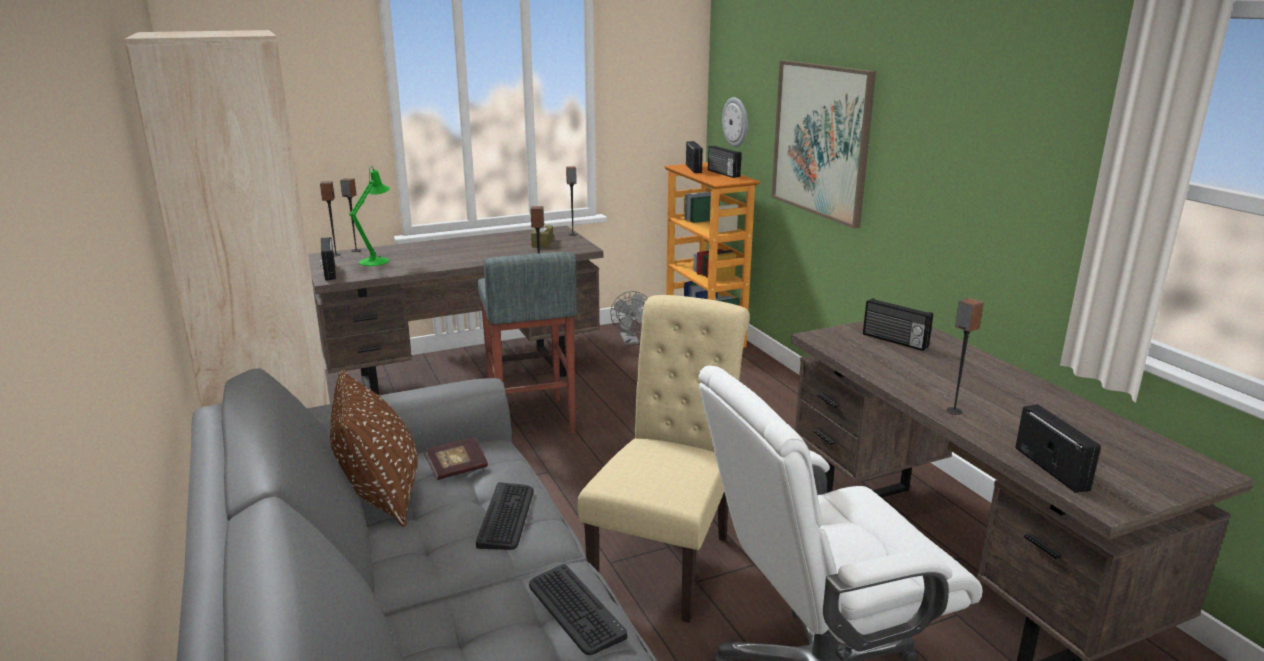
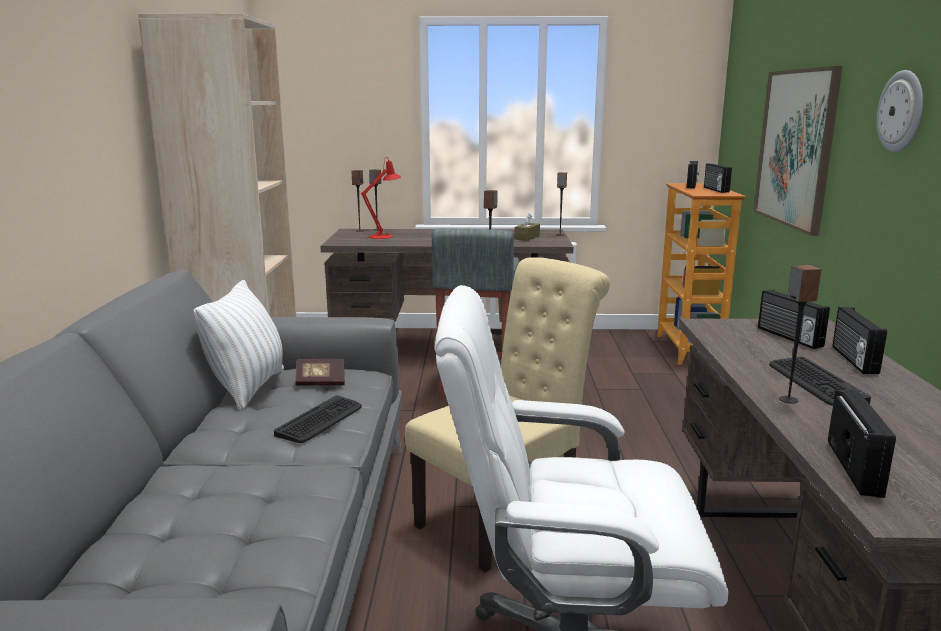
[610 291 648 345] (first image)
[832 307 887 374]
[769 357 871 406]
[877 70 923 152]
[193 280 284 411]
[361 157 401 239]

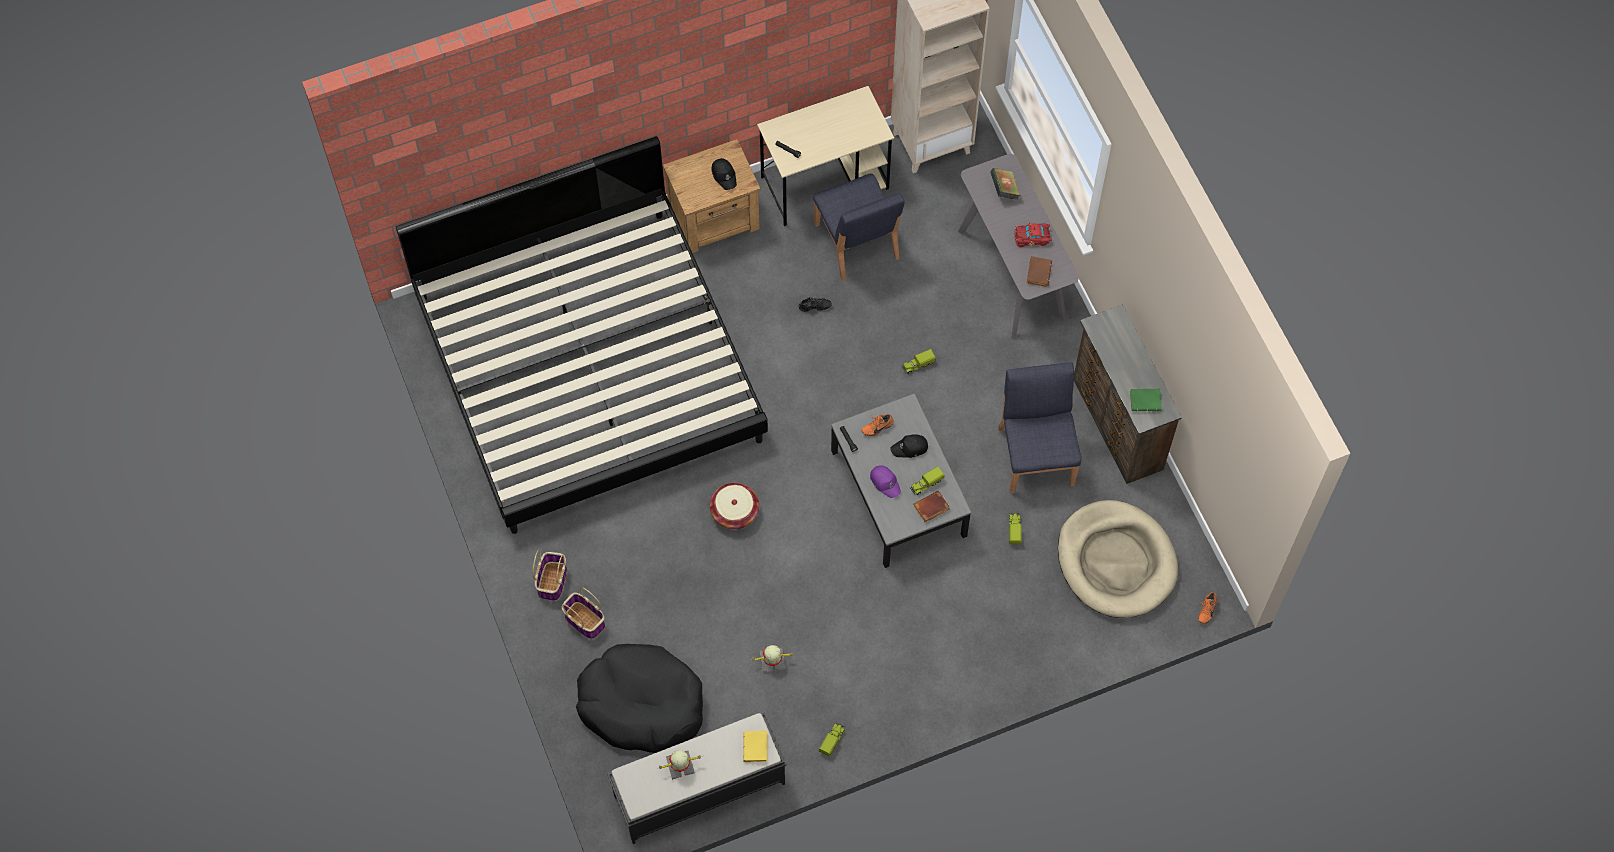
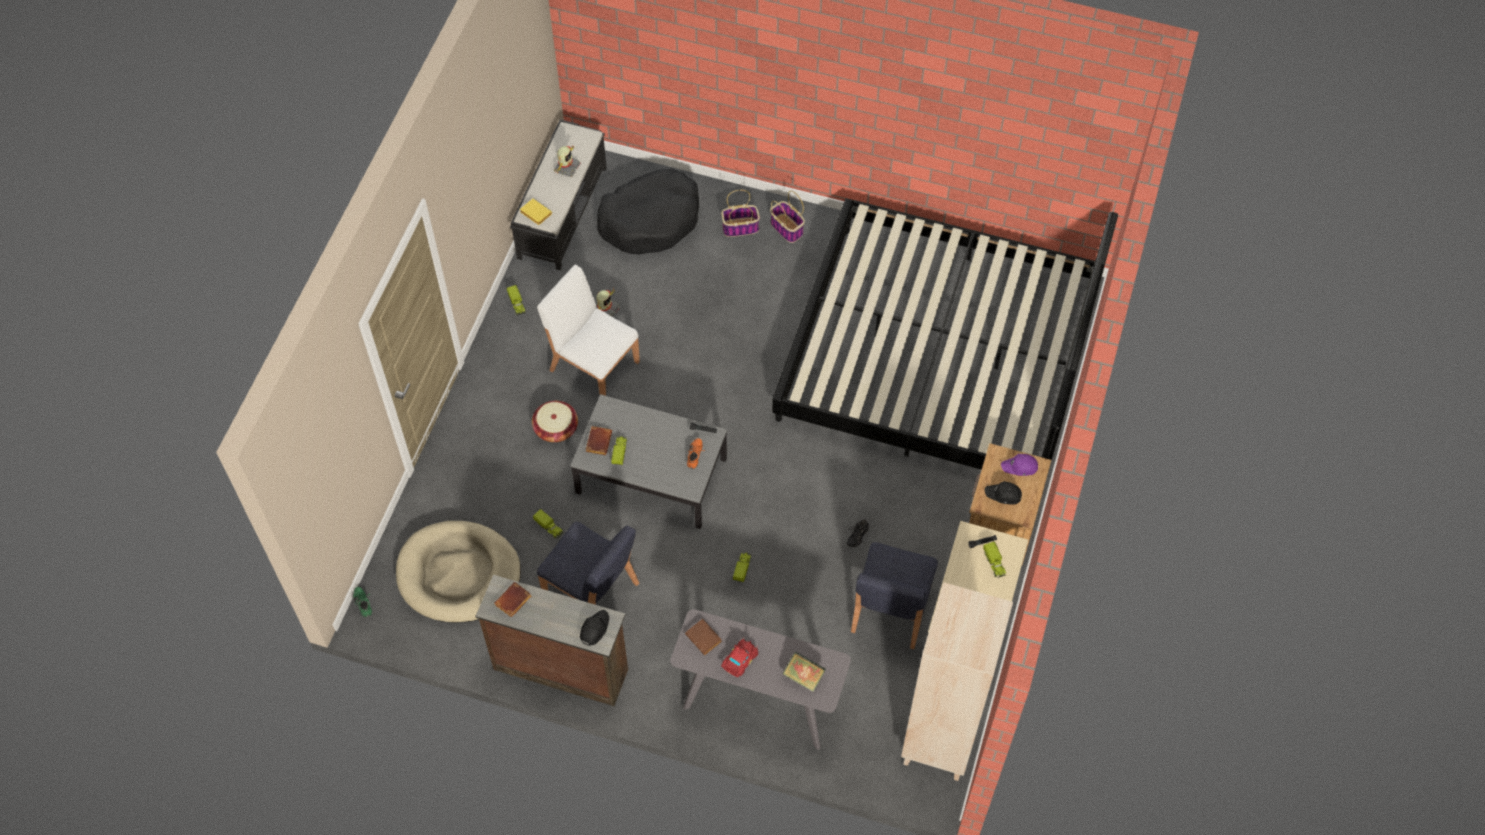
[537 265 640 396]
[983 542 1006 578]
[532 401 578 442]
[1001 454 1038 476]
[580 610 609 646]
[494 582 531 618]
[353 587 372 617]
[851 542 938 649]

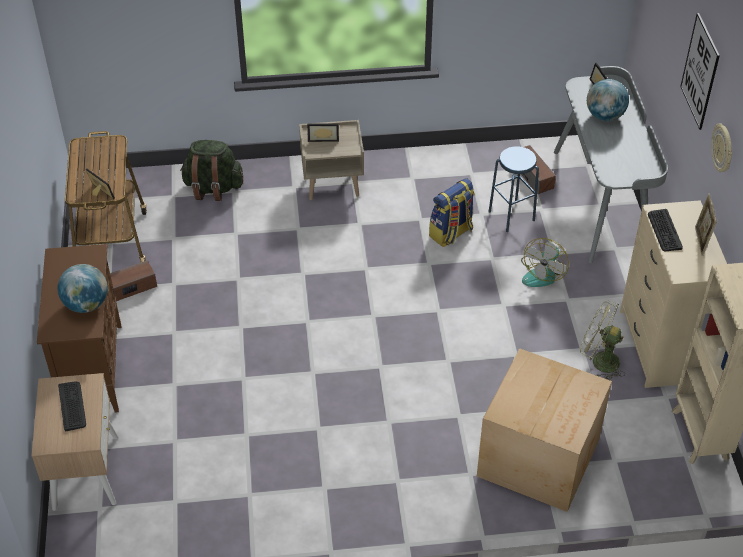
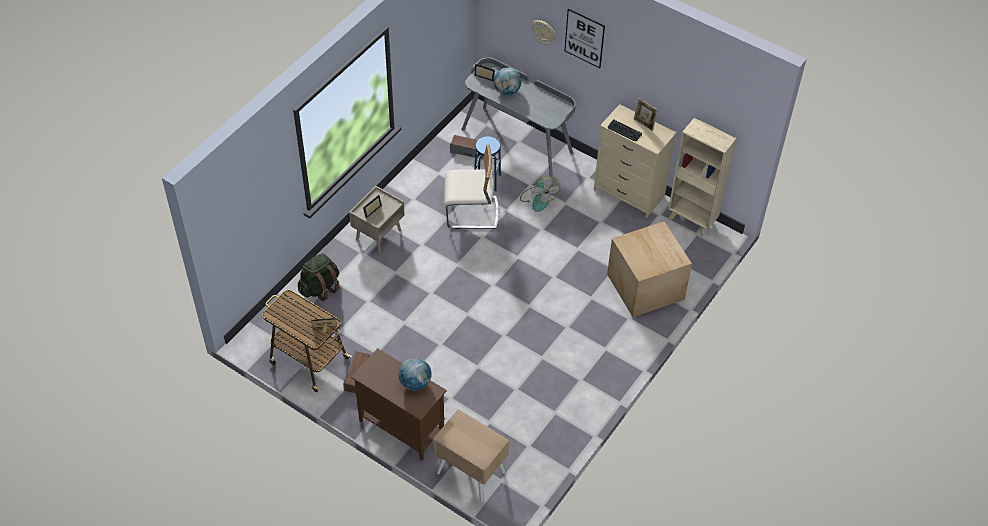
[58 382 86 431] (first image)
[580 300 625 380] (first image)
[531 20 556 45]
[444 144 499 229]

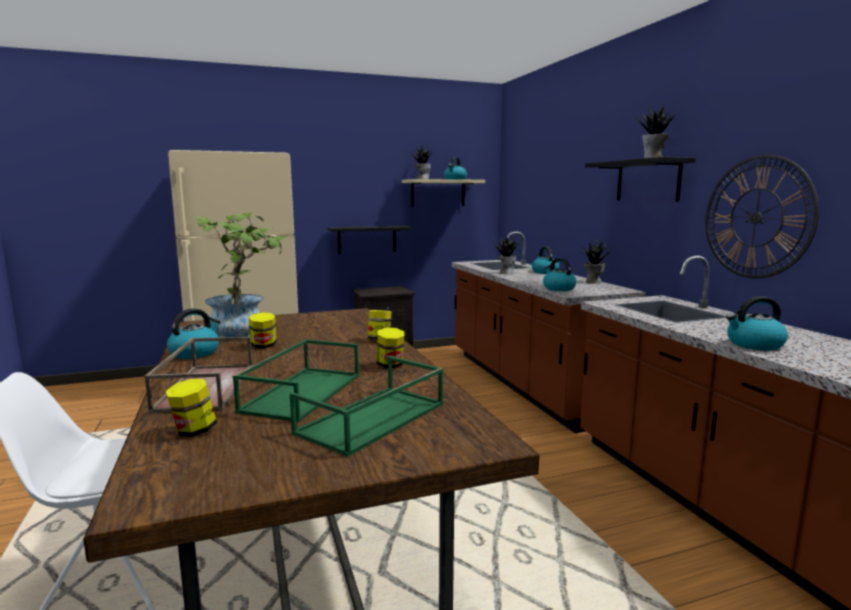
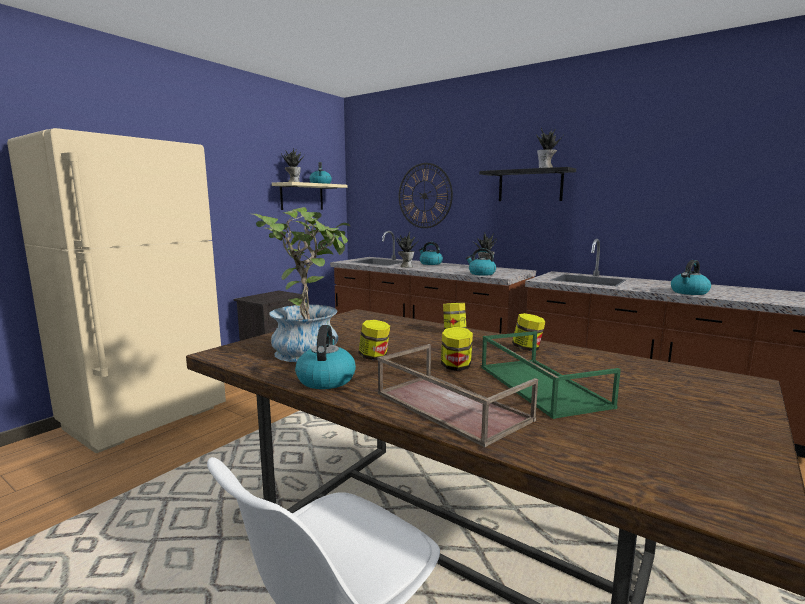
[290 356 443 457] (first image)
[327 226 412 254] (first image)
[441 327 473 371]
[399 163 453 228]

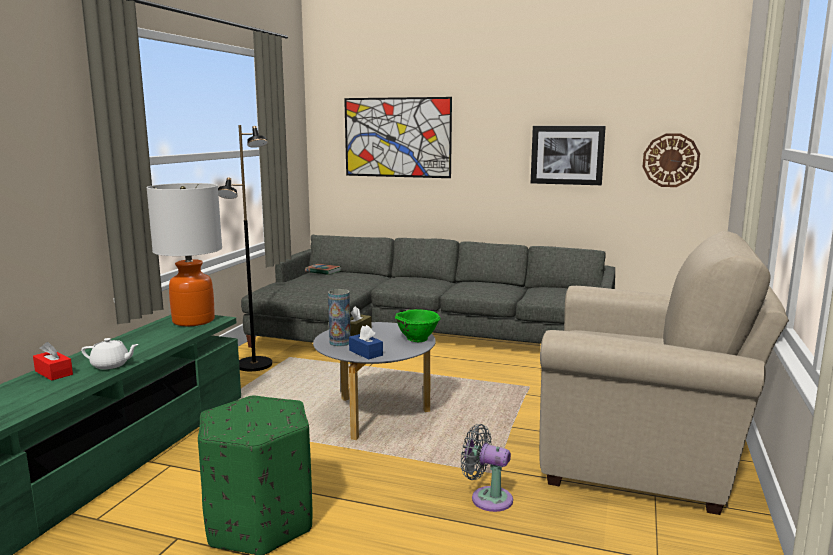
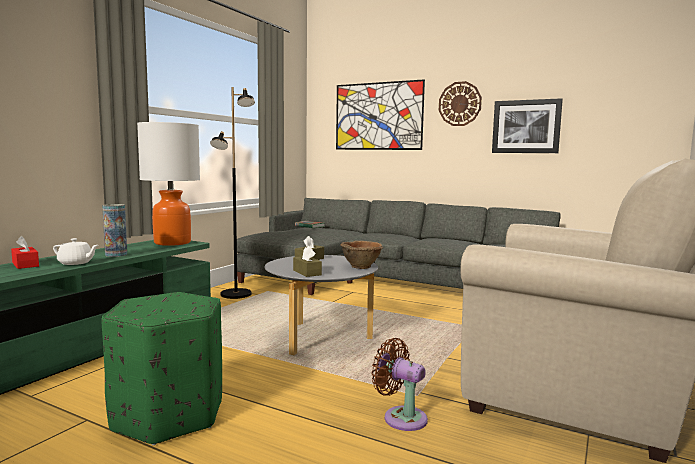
[102 204 127 257]
[439 81 482 126]
[293 246 322 277]
[340 241 383 269]
[371 338 428 431]

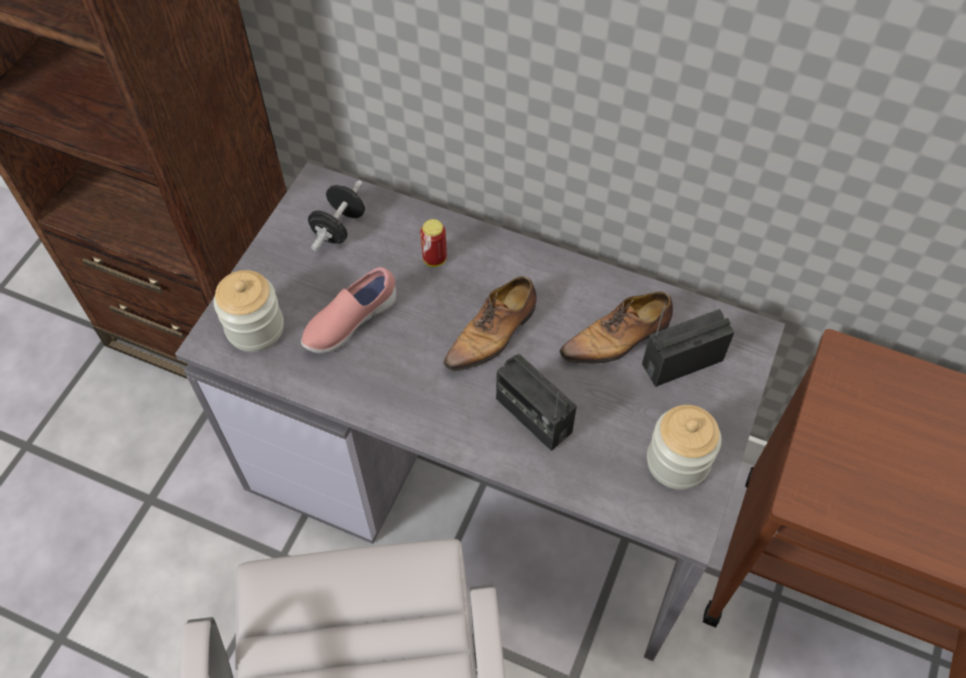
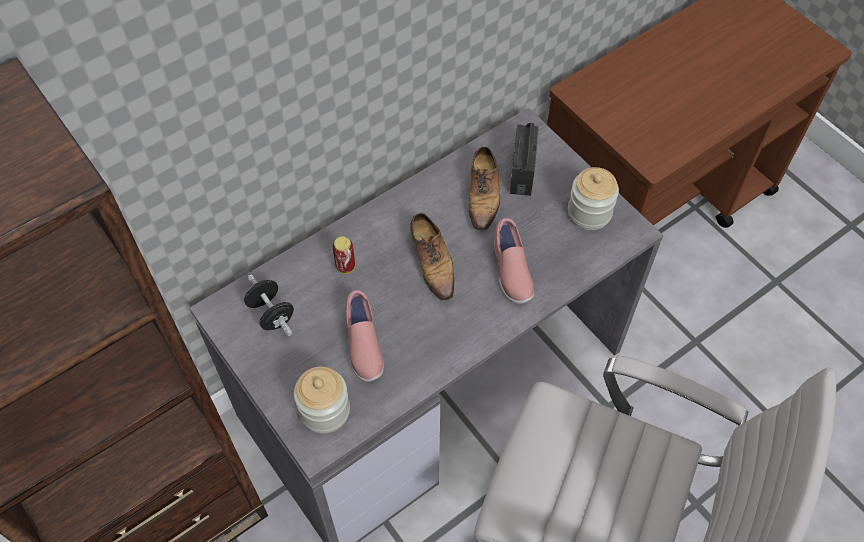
[494 218 534 304]

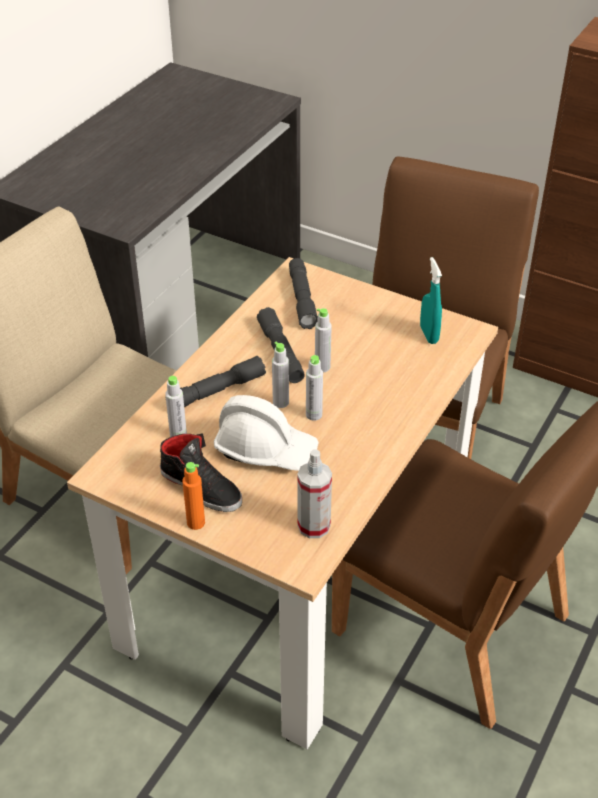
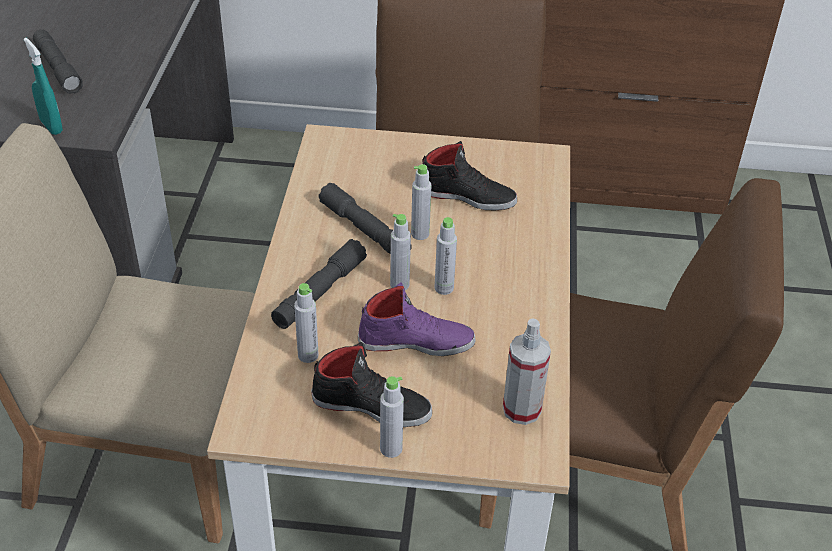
[423 141 517 210]
[33 29 83 94]
[24 38 63 135]
[358 282 476 356]
[380 376 404 458]

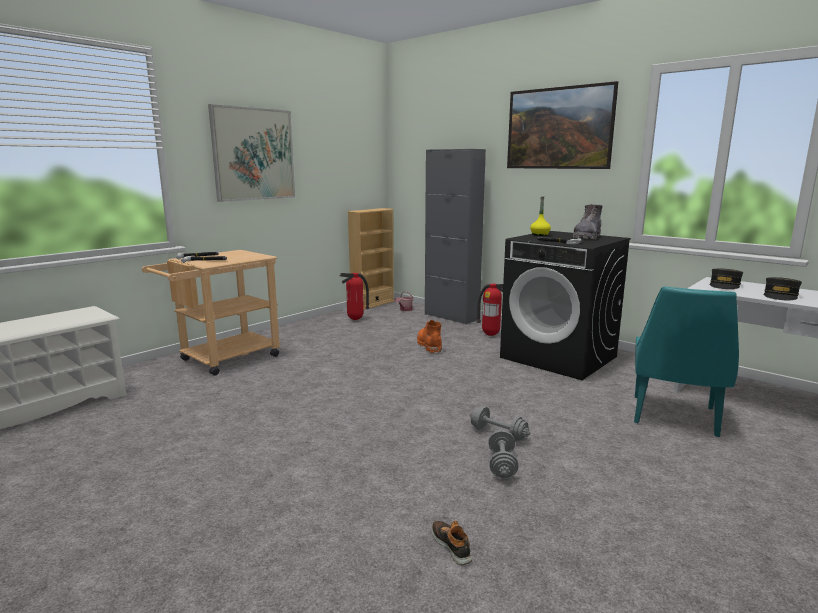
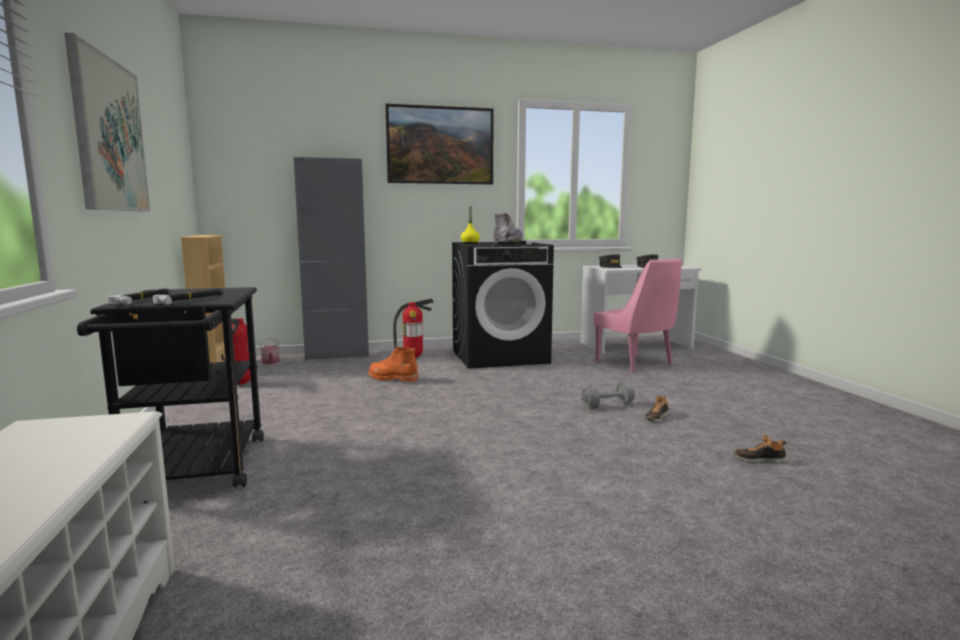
[645 396 670 422]
[77 287 264 488]
[594 258 682 373]

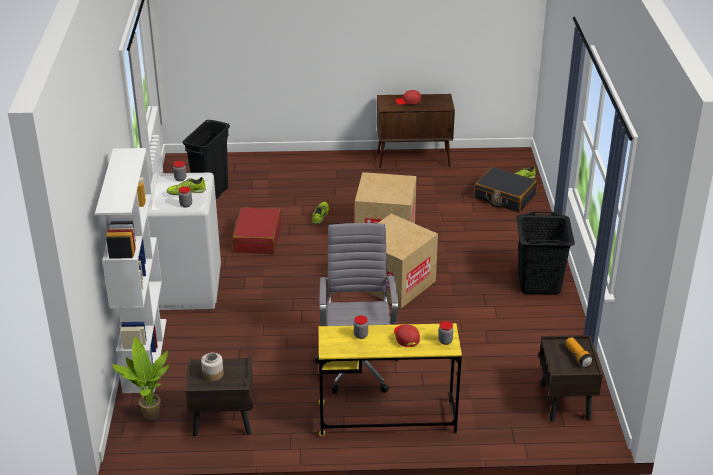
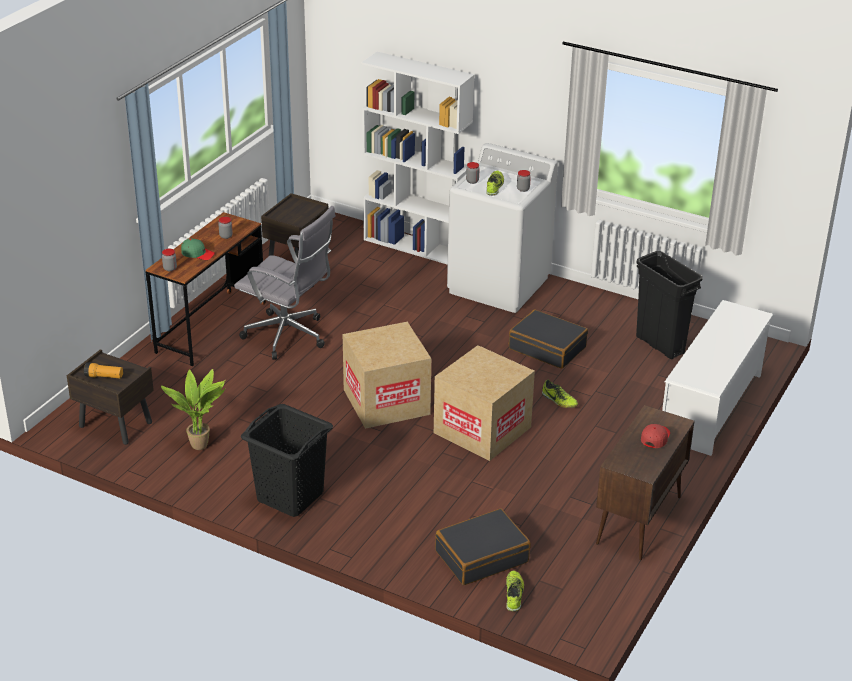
[201 353 224 381] (first image)
[662 300 774 456]
[161 369 225 450]
[509 309 588 369]
[145 212 266 366]
[181 239 215 260]

